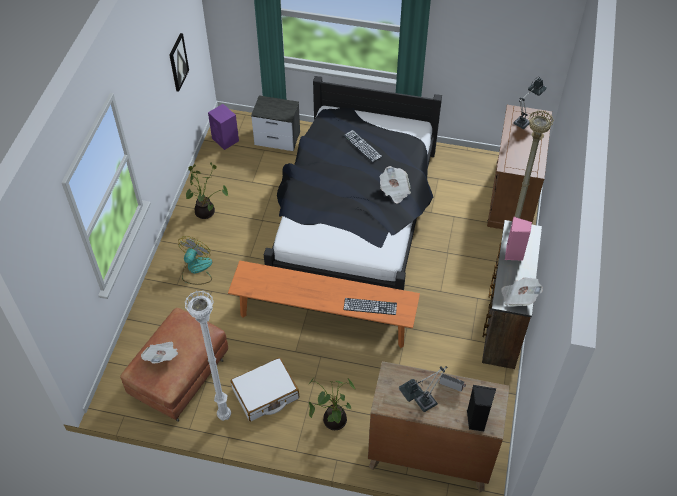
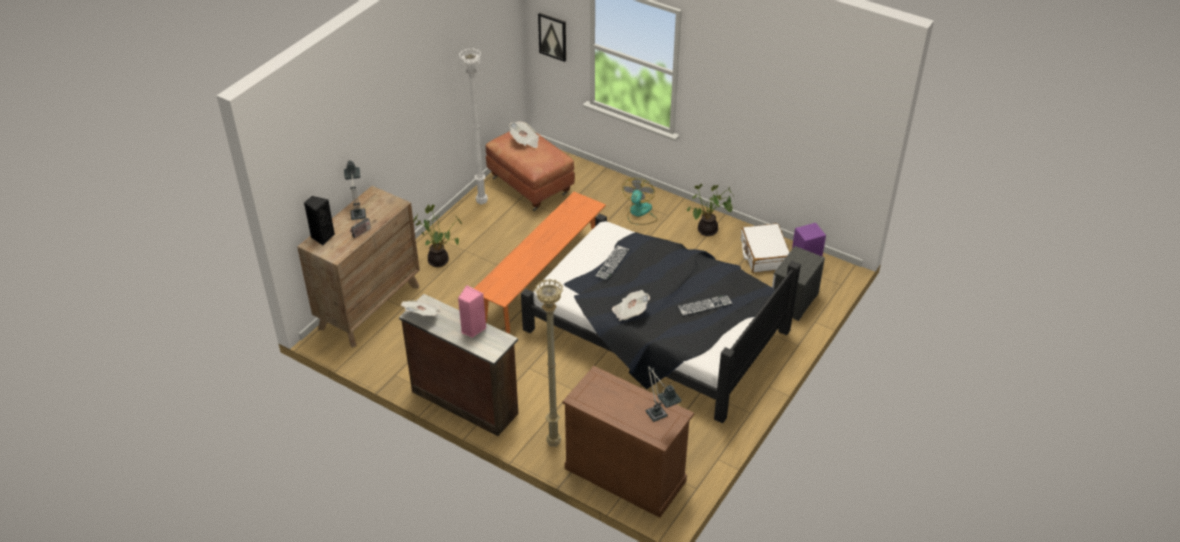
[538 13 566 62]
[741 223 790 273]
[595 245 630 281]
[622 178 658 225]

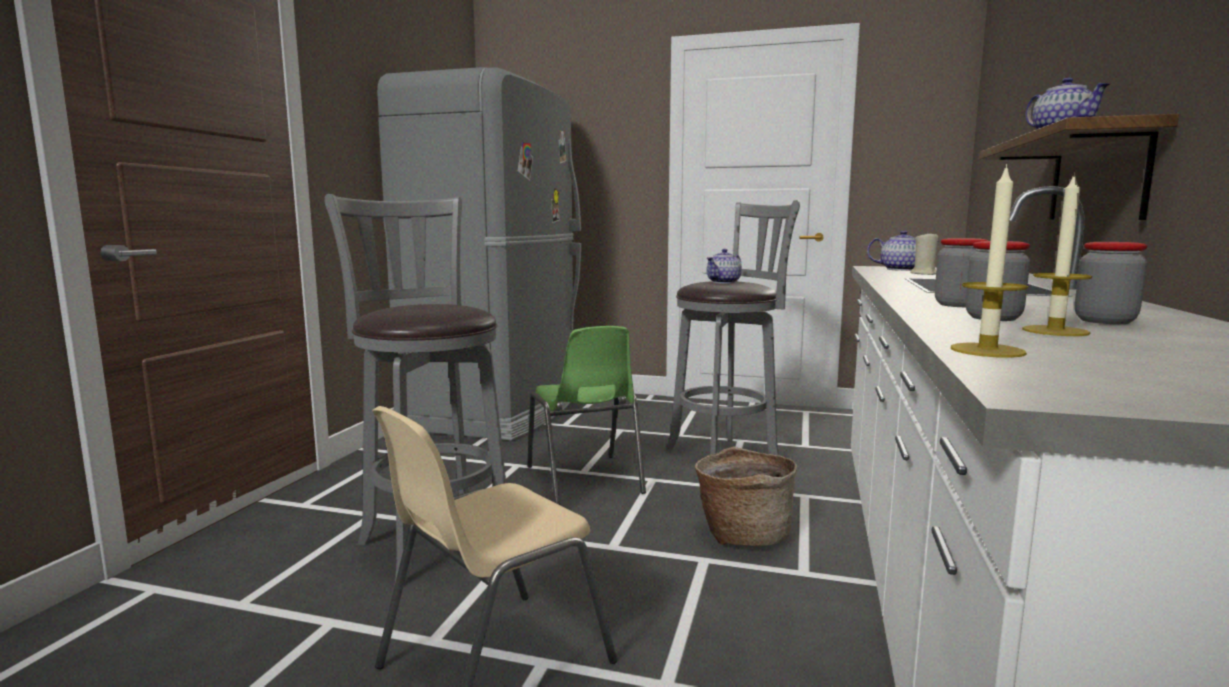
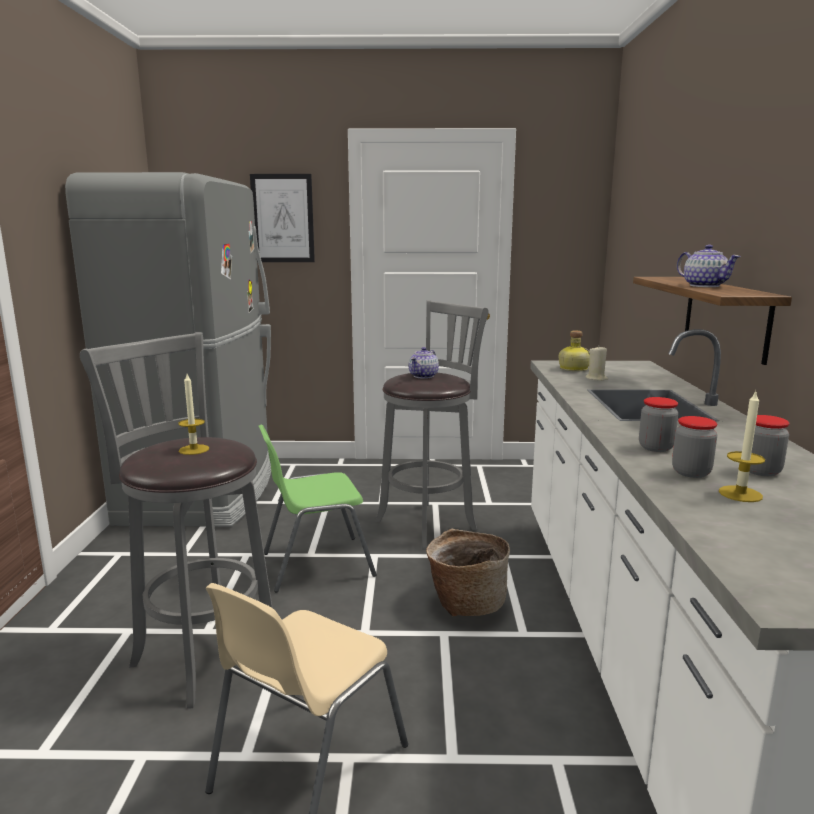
[250 174 315 262]
[178 374 209 455]
[559 331 590 371]
[258 425 377 593]

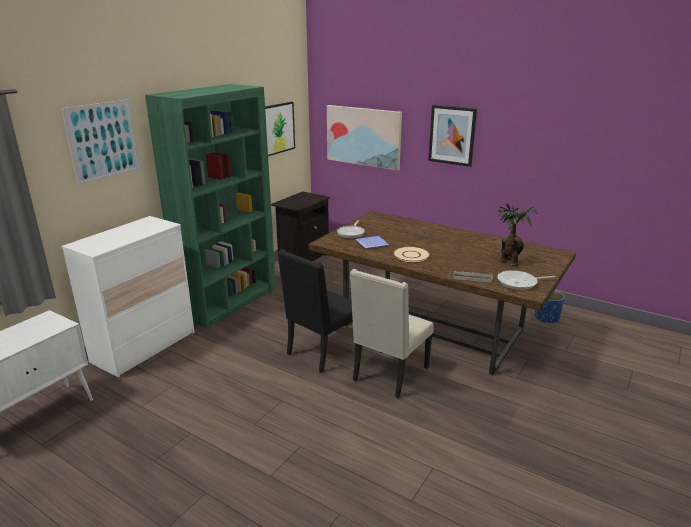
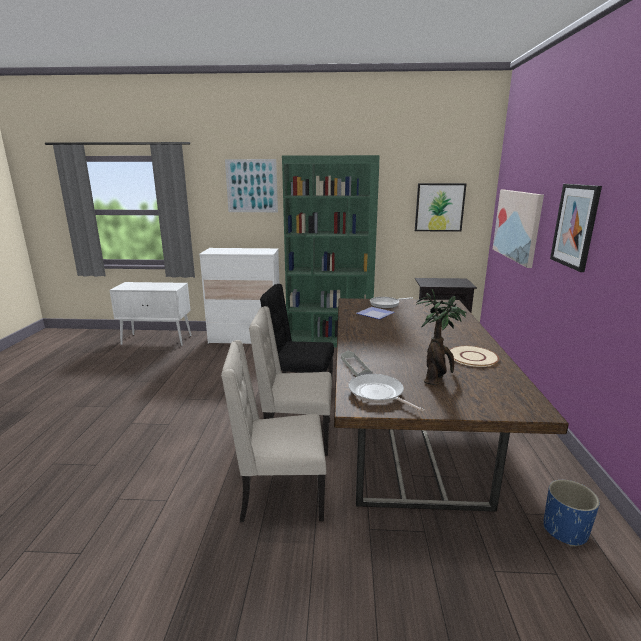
[221 340 326 522]
[449 346 499 367]

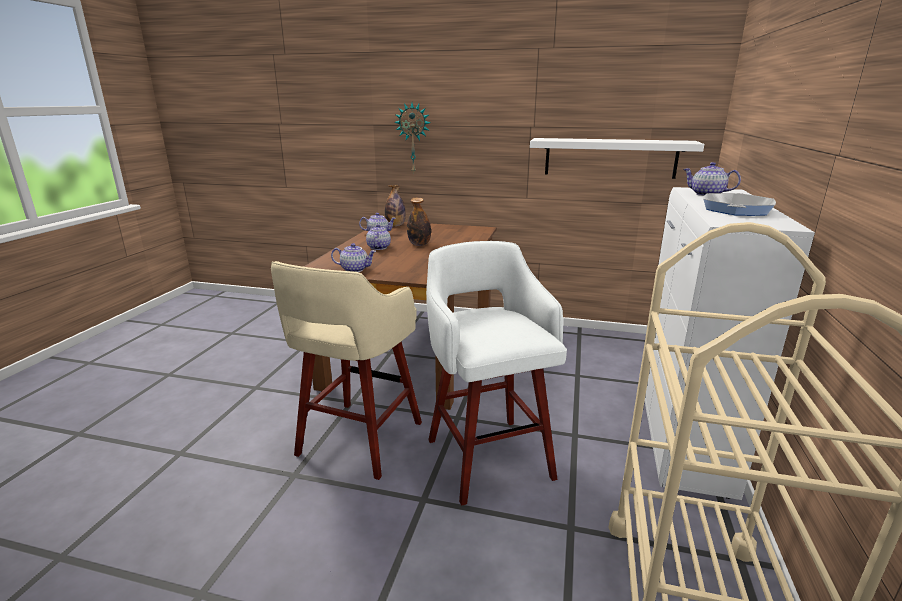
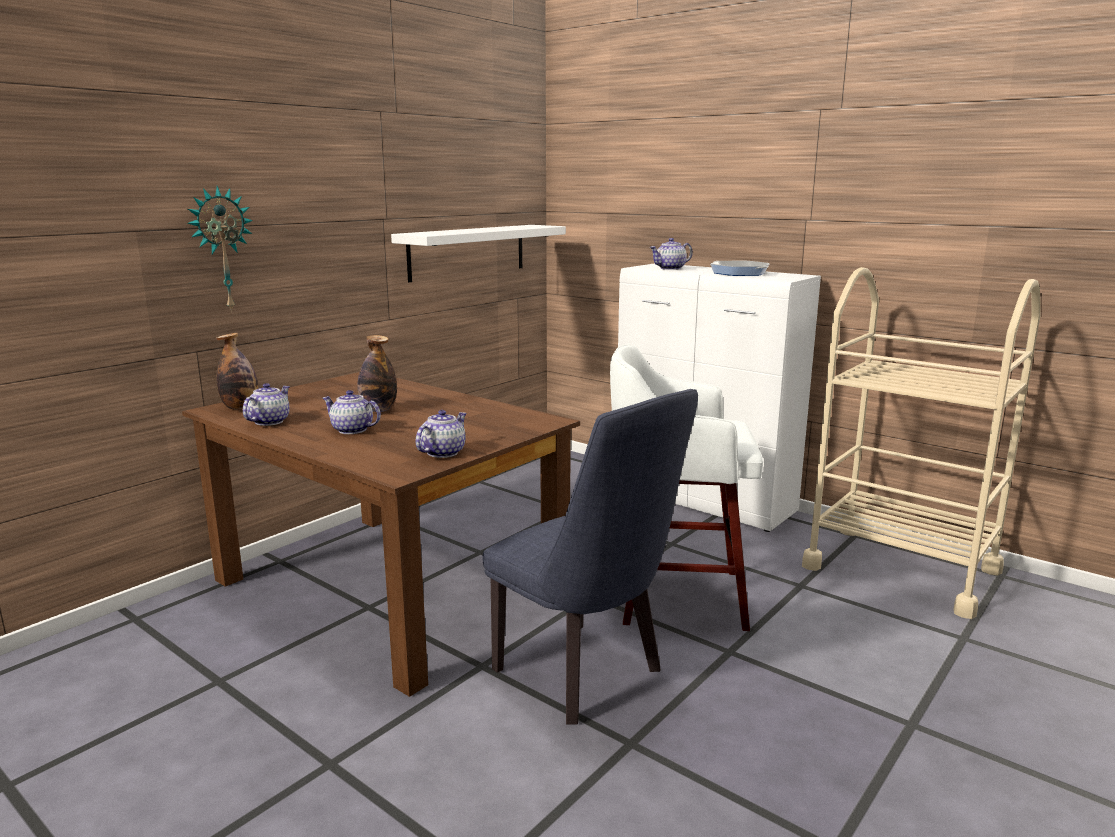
[482 389 698 725]

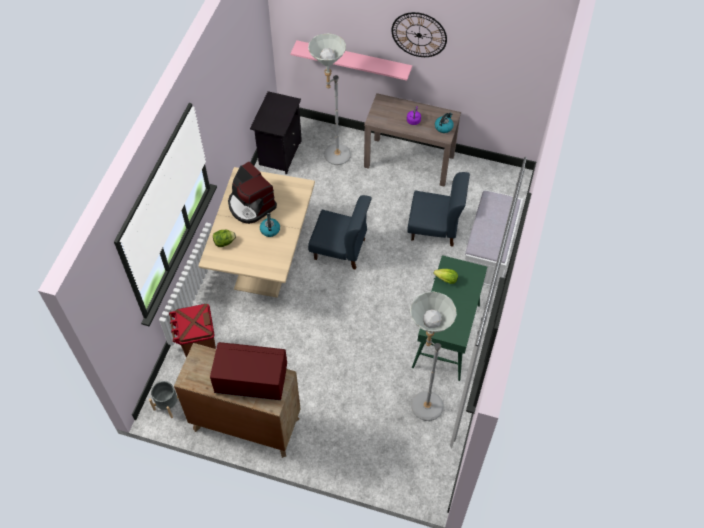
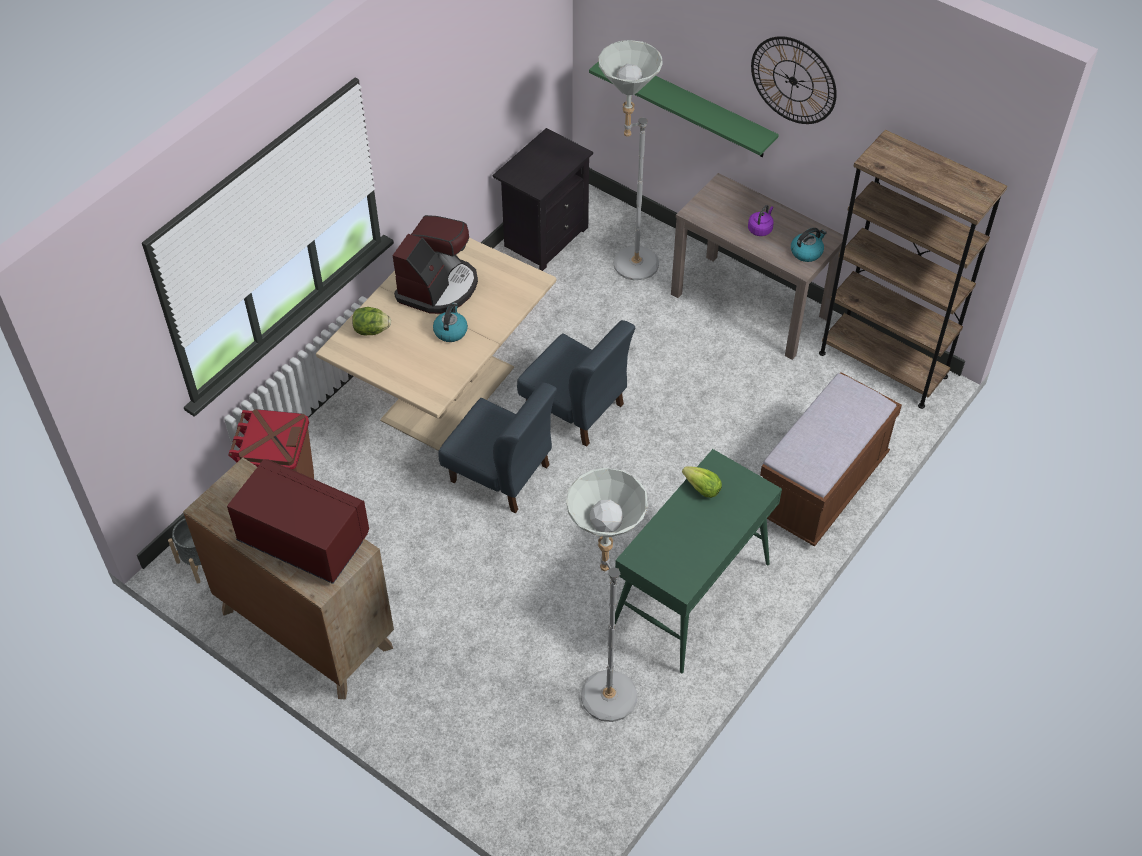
[819 130 1007 409]
[439 382 557 513]
[589 61 779 157]
[760 372 902 547]
[392 215 478 314]

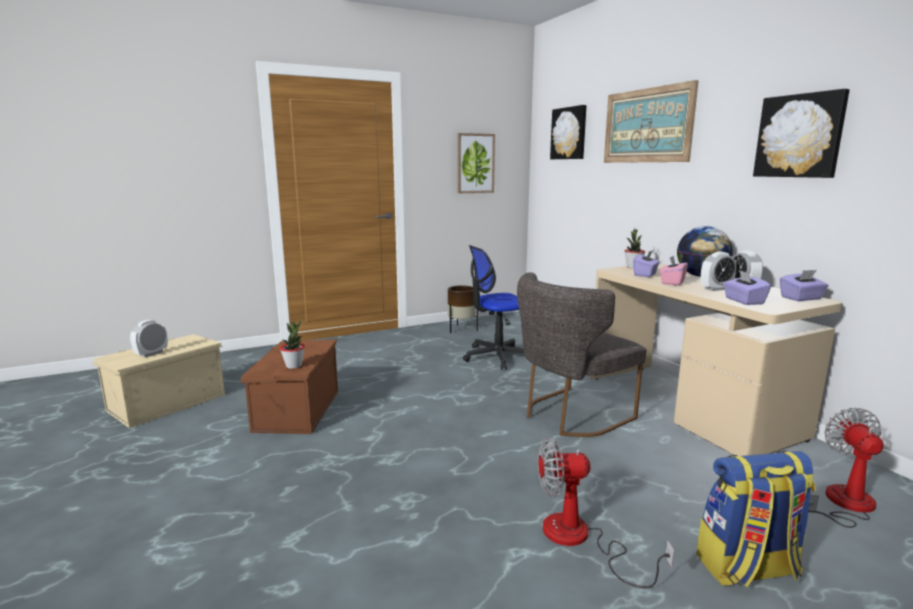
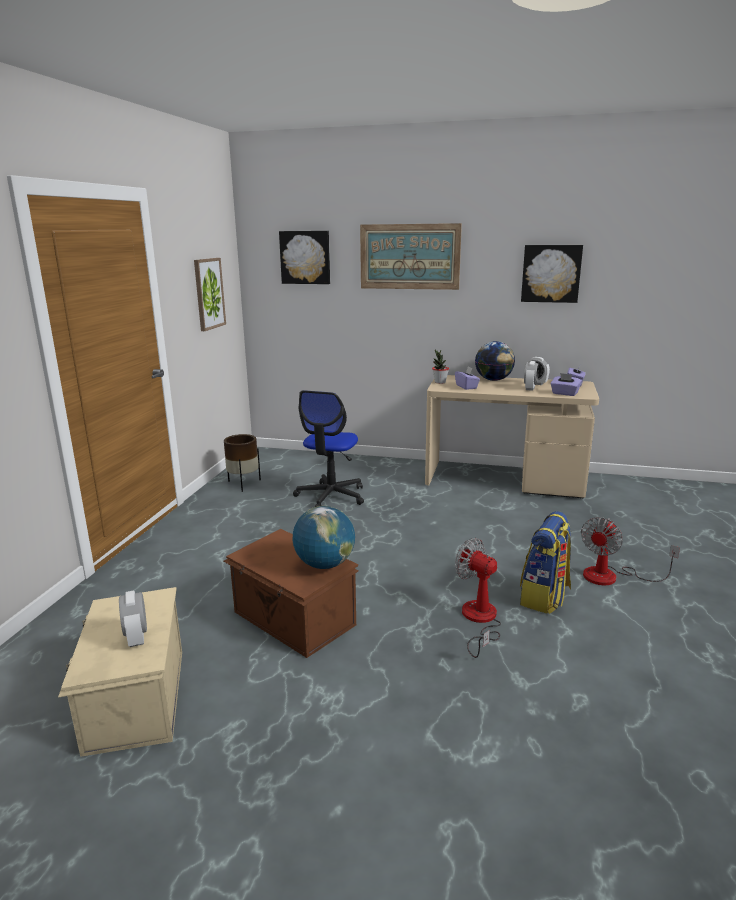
[517 272 646 437] (first image)
[660 256 688 286] (first image)
[520 511 571 614]
[455 538 501 658]
[293 506 355 569]

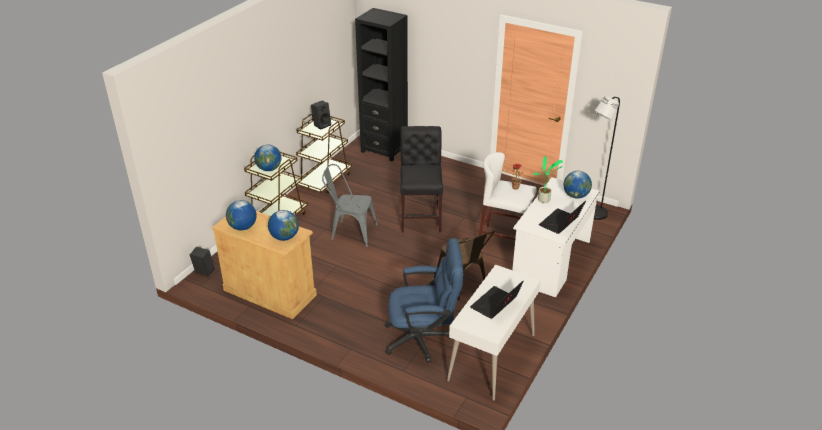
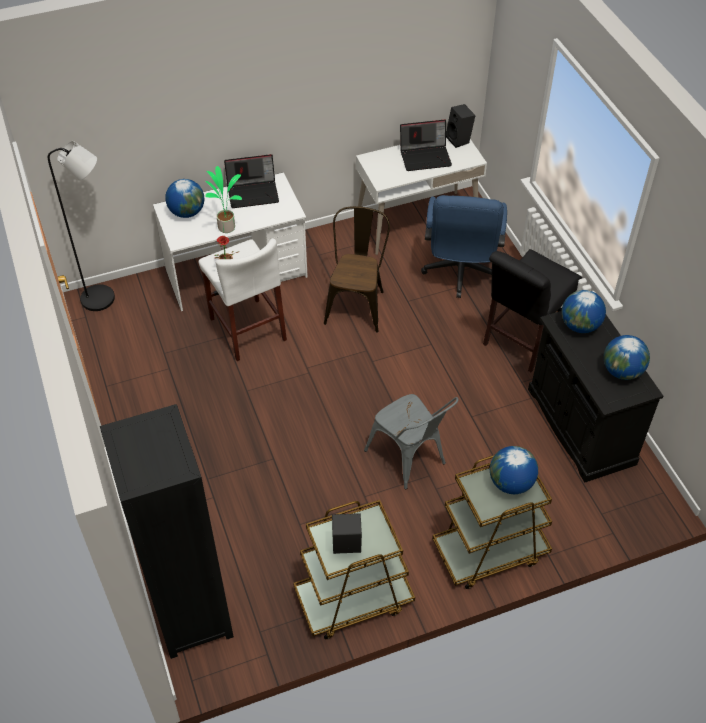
[446 104 475 148]
[483 249 582 372]
[528 311 663 483]
[421 195 507 298]

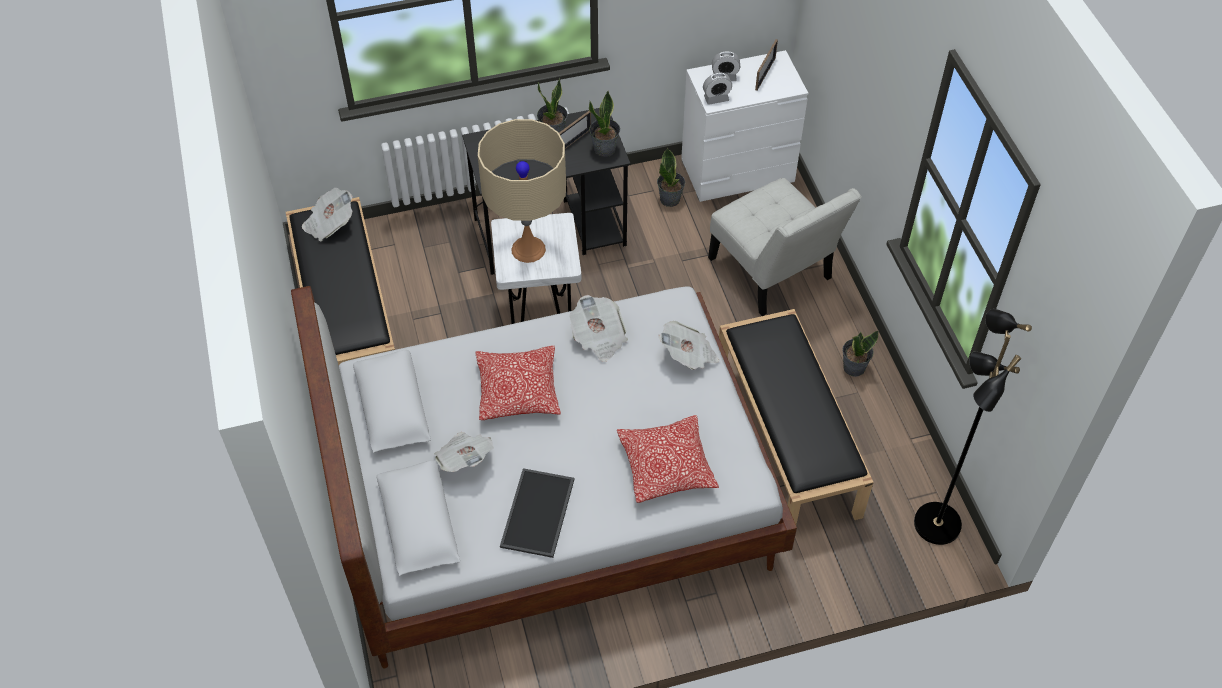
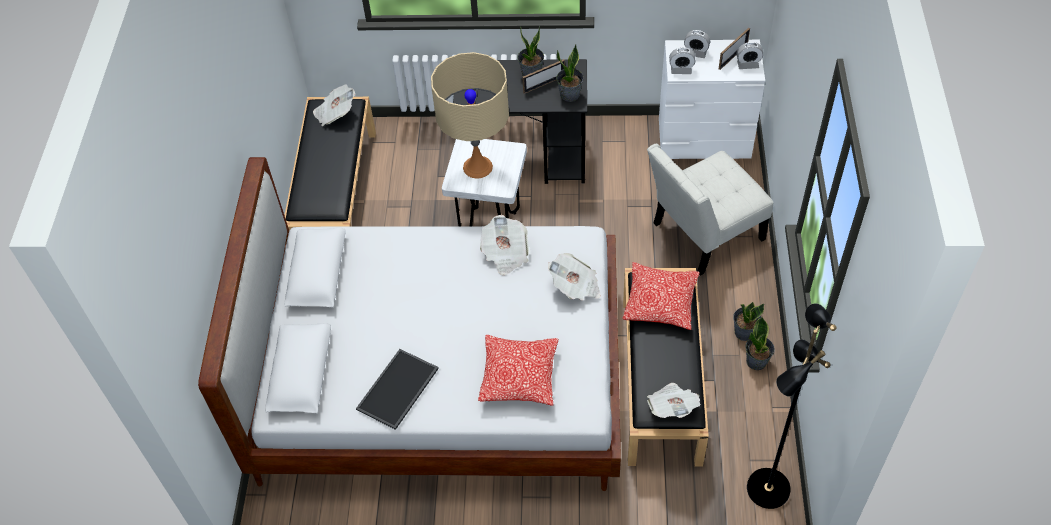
[737 42 763 69]
[647 383 701 418]
[622 262 700 330]
[746 317 775 370]
[647 144 773 276]

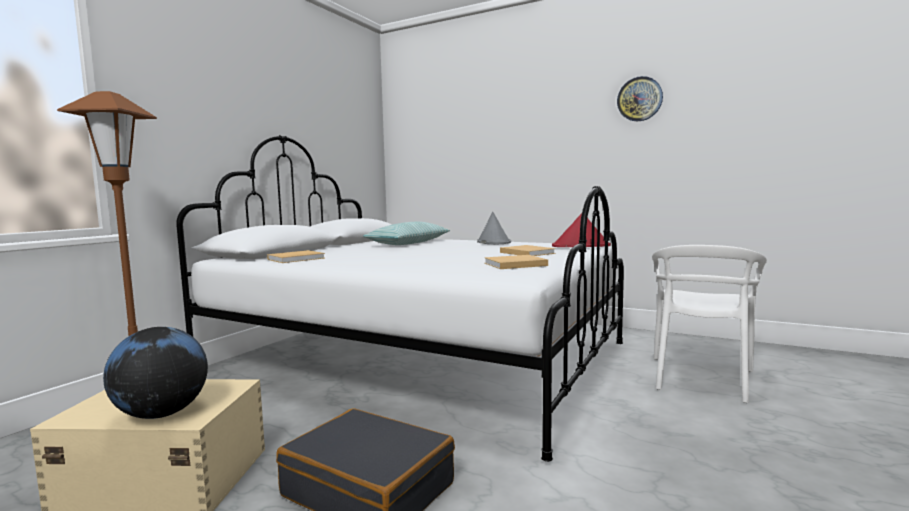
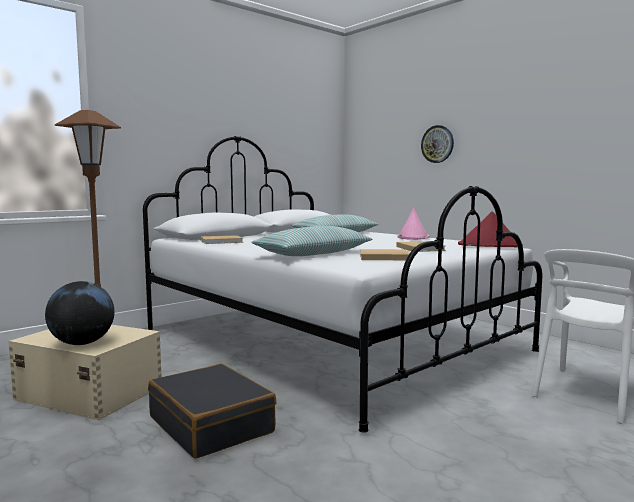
[251 226 372 256]
[421 125 454 163]
[397 208 430 240]

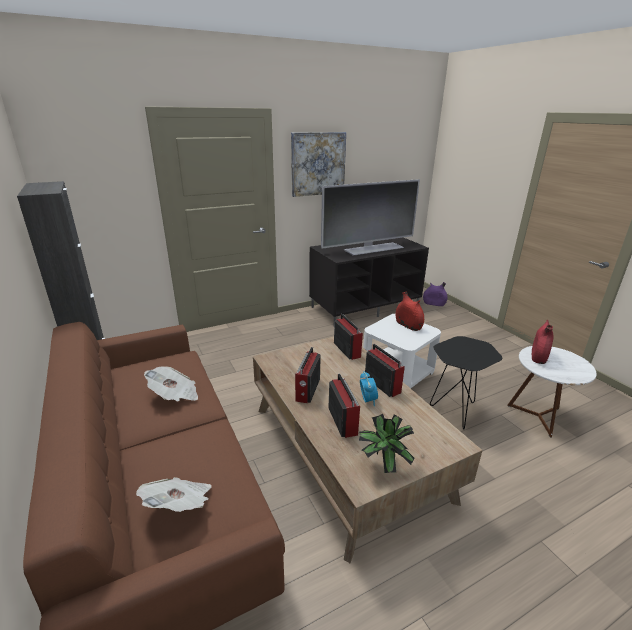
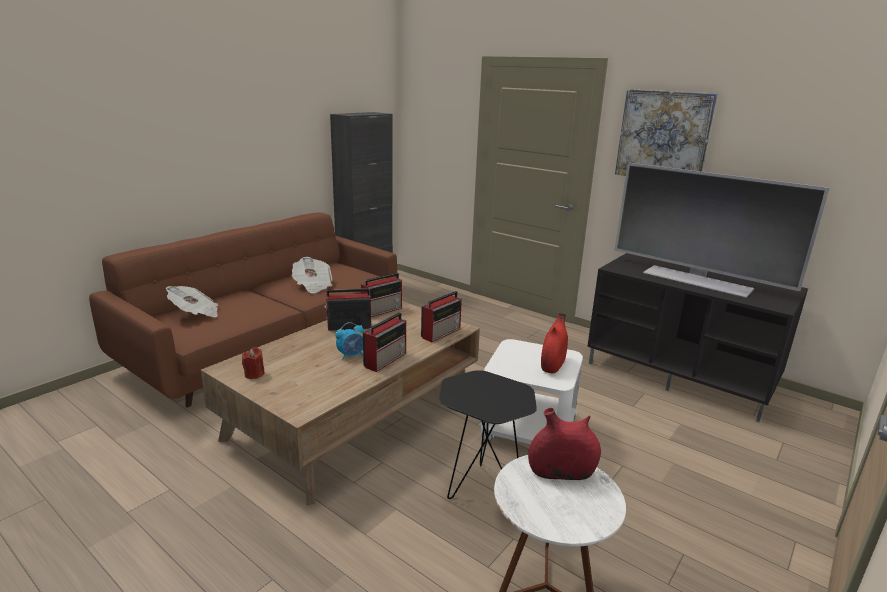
[423 282 448 306] (first image)
[361 273 402 317]
[242 347 264 379]

